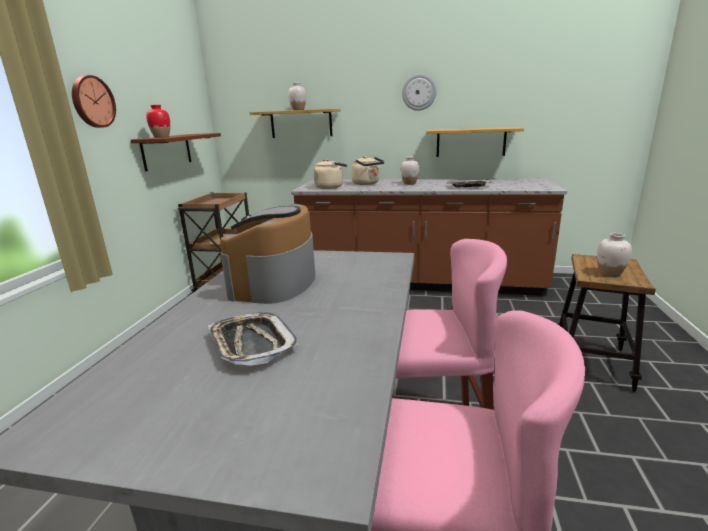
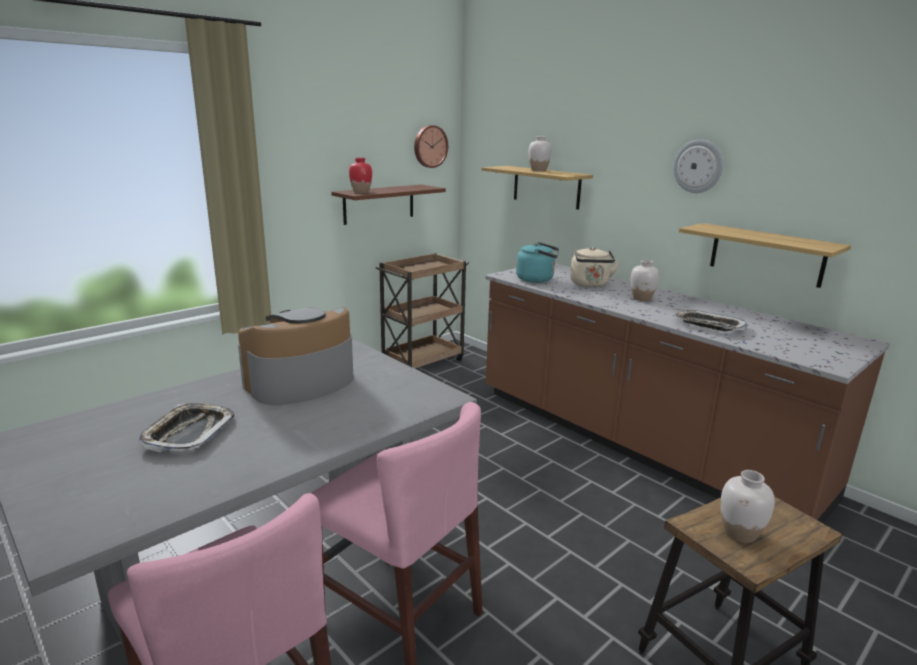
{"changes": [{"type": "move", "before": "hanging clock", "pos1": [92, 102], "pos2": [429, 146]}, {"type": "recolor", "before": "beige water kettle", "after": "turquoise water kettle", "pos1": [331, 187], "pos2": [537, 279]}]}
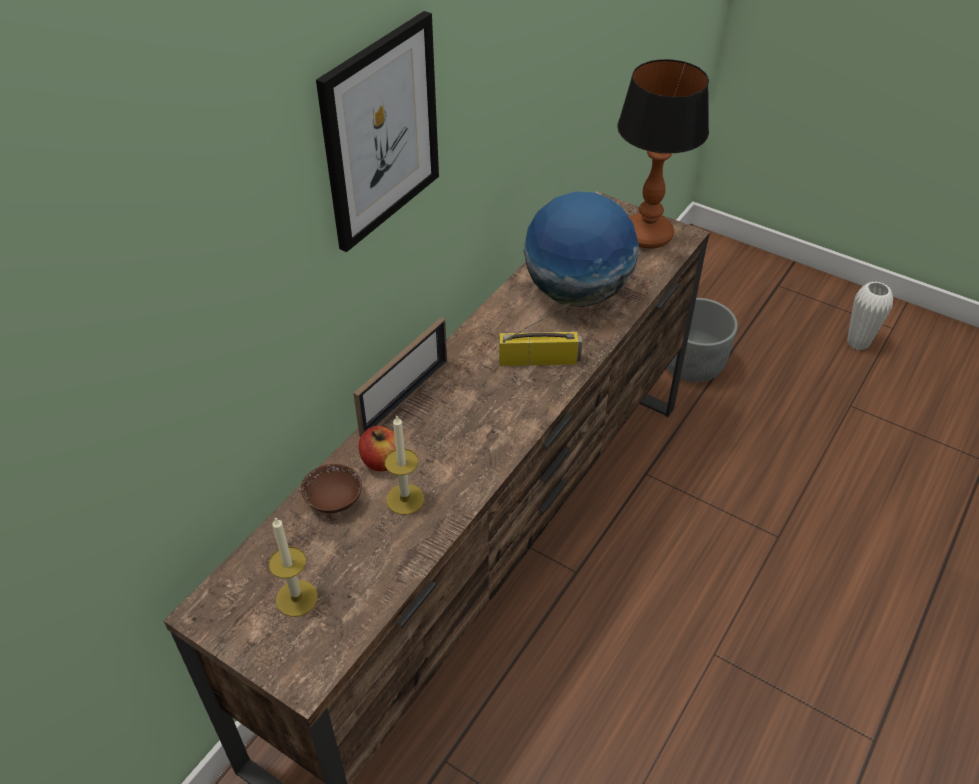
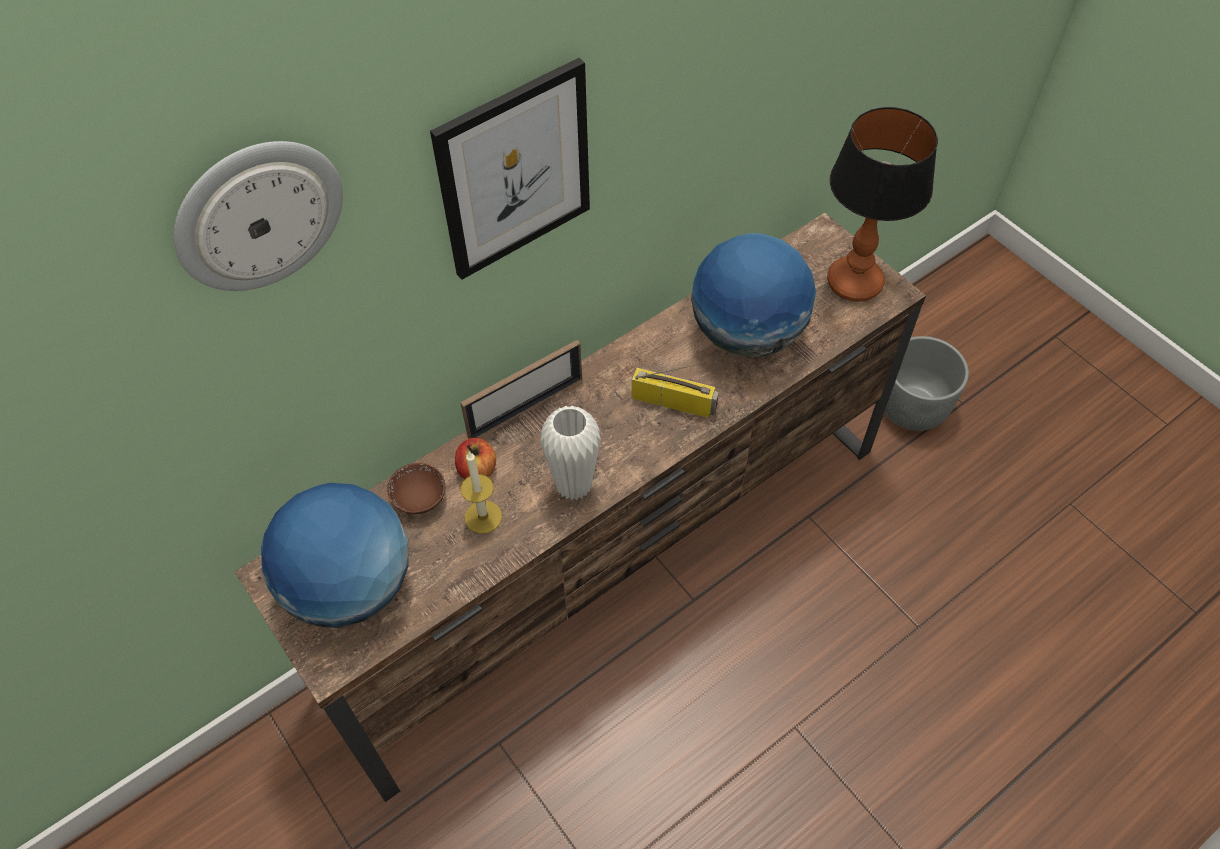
{"changes": [{"type": "move", "before": "white flower vase", "pos1": [858, 343], "pos2": [573, 485]}, {"type": "replace", "before": "candle", "after": "globe", "pos1": [296, 598], "pos2": [350, 586]}, {"type": "insert", "after": "hanging clock", "pos2": [258, 215]}]}
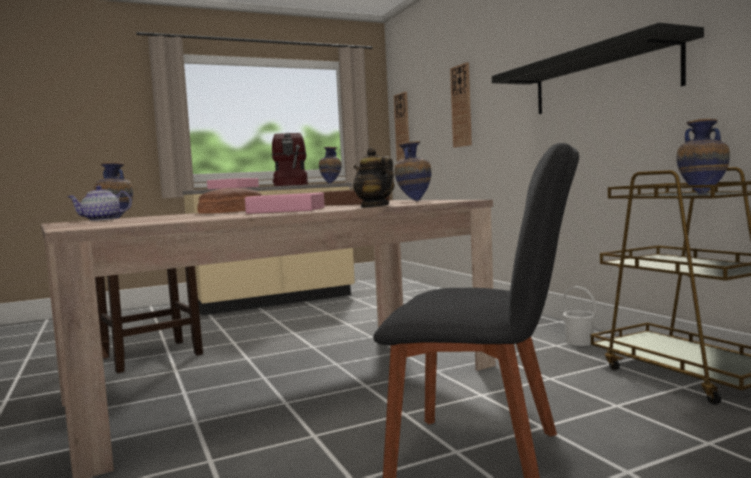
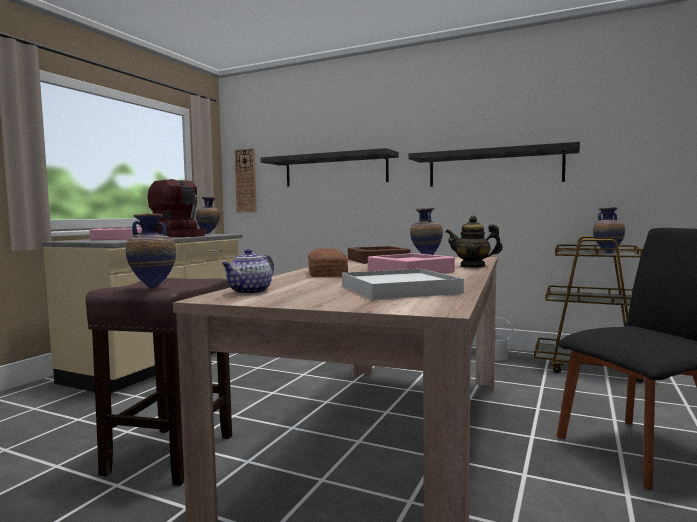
{"changes": [{"type": "replace", "before": "hanging clock", "after": "black-coloured wall shelf", "pos1": [461, 106], "pos2": [335, 170]}, {"type": "insert", "after": "white carrying tray", "pos2": [399, 289]}]}
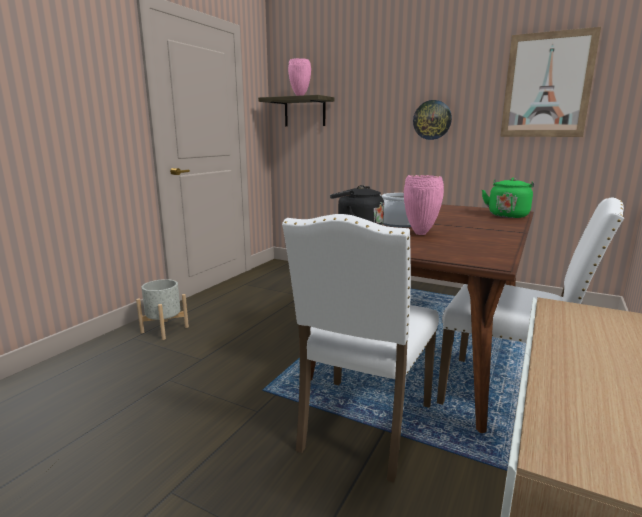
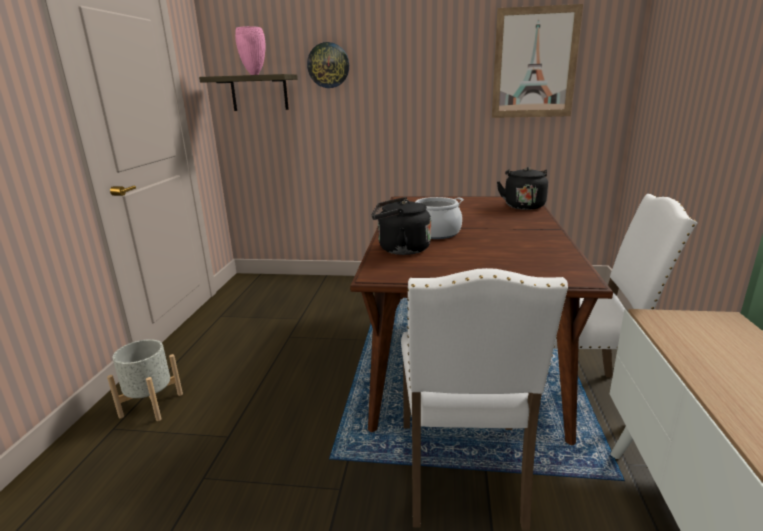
{"changes": [{"type": "move", "before": "hanging clock", "pos1": [432, 120], "pos2": [328, 65]}, {"type": "delete", "before": "pinkish flower vase", "pos1": [421, 234]}, {"type": "recolor", "before": "green water kettle", "after": "black-coloured water kettle", "pos1": [508, 215], "pos2": [523, 205]}]}
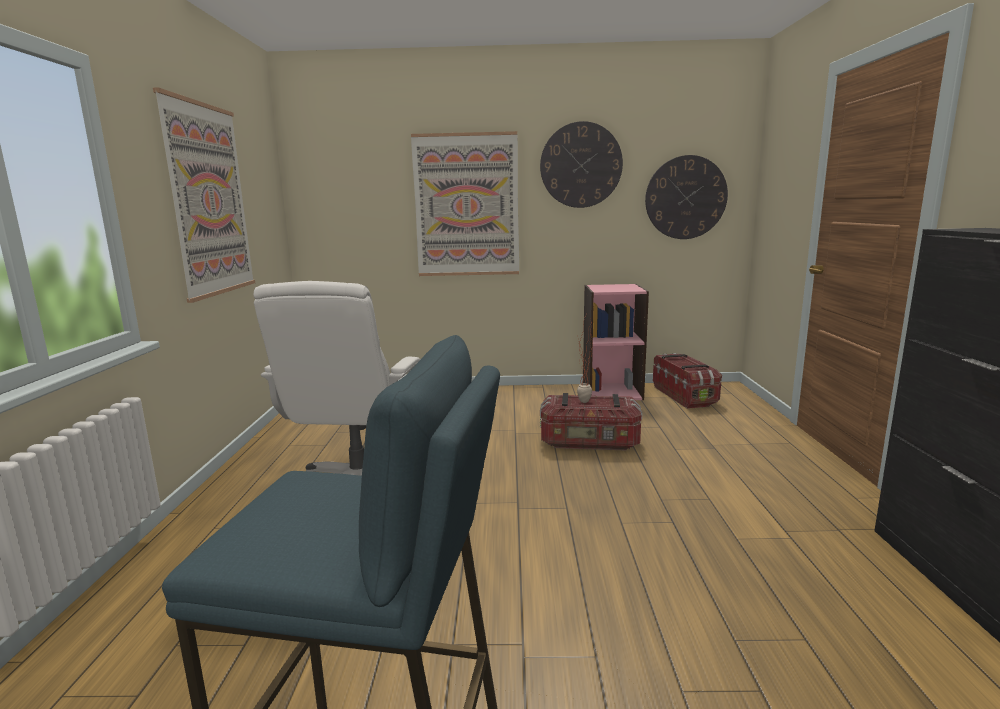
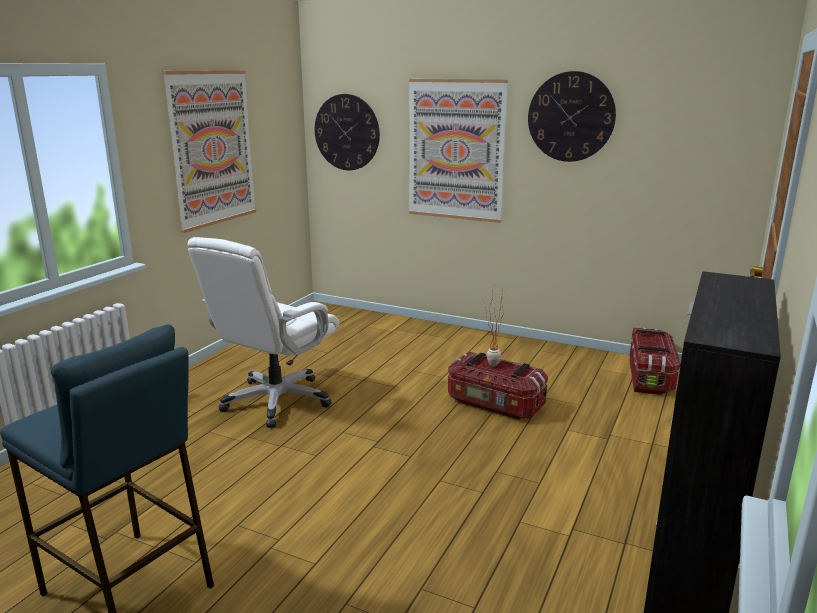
{"changes": [{"type": "move", "before": "hanging clock", "pos1": [685, 197], "pos2": [347, 132]}, {"type": "delete", "before": "pinkish bookshelf", "pos1": [612, 392]}]}
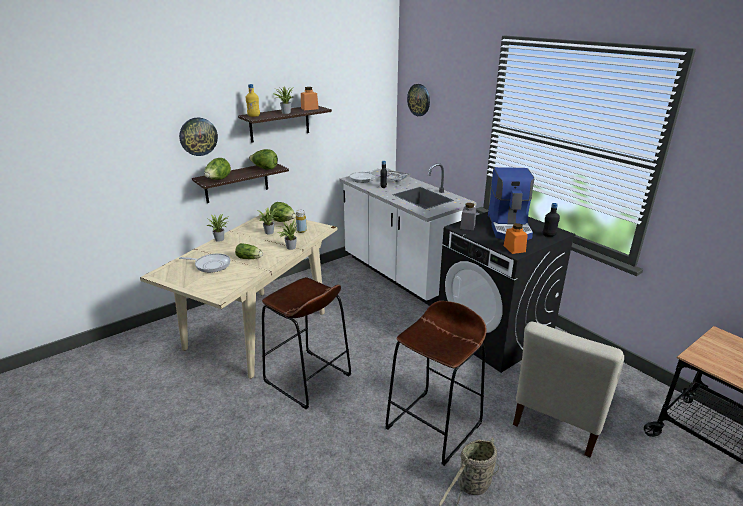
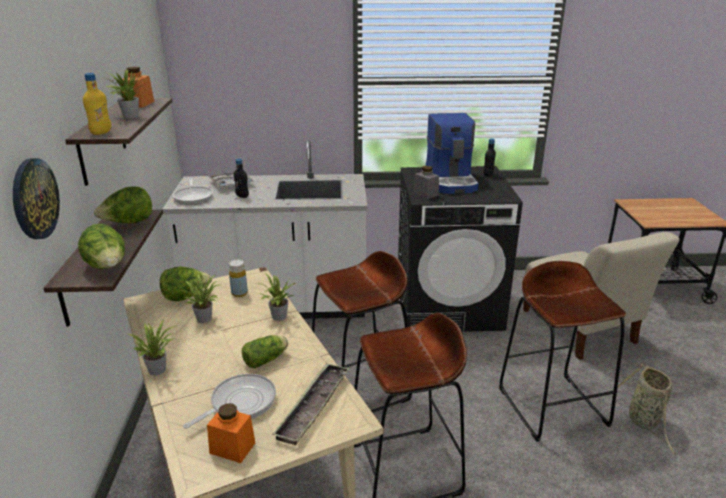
{"changes": [{"type": "delete", "before": "hanging clock", "pos1": [419, 100]}, {"type": "rotate", "before": "coffee machine", "pos1": [509, 227], "pos2": [451, 180], "turn": 45}, {"type": "move", "before": "orangey storage jar", "pos1": [514, 249], "pos2": [232, 448]}, {"type": "insert", "after": "brown stool", "pos2": [359, 388]}, {"type": "insert", "after": "carrying tray", "pos2": [313, 406]}]}
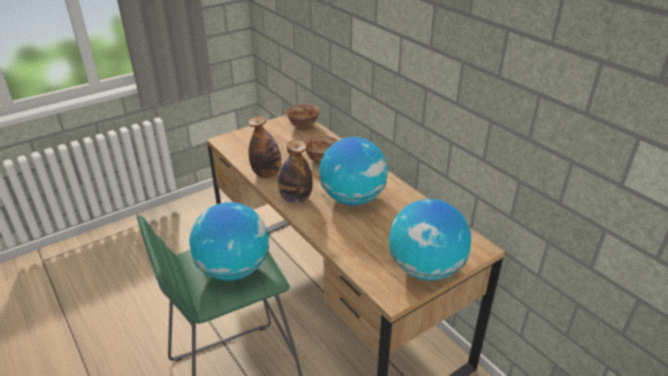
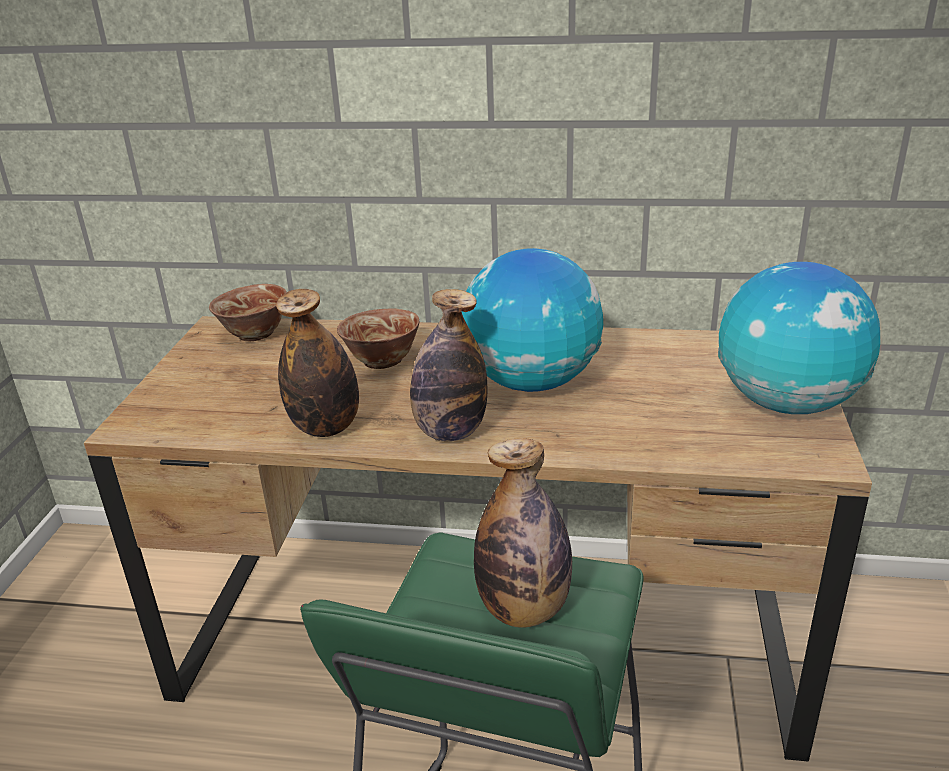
{"changes": [{"type": "replace", "before": "globe", "after": "drink bottle", "pos1": [233, 269], "pos2": [524, 609]}]}
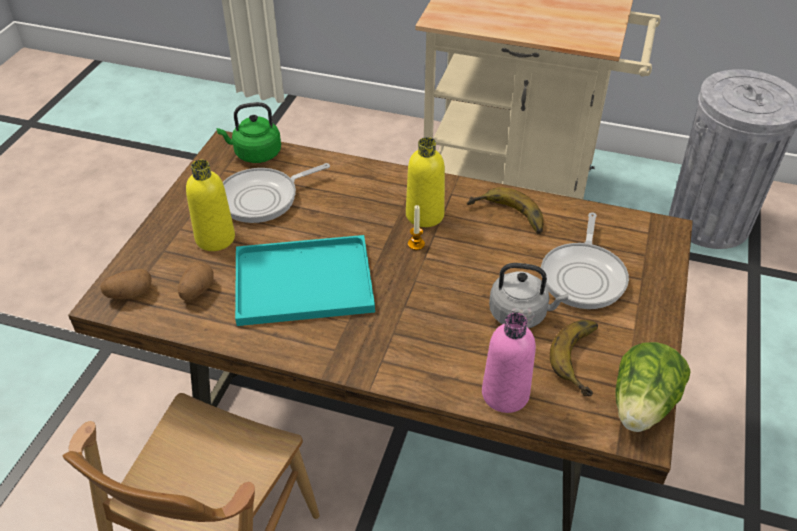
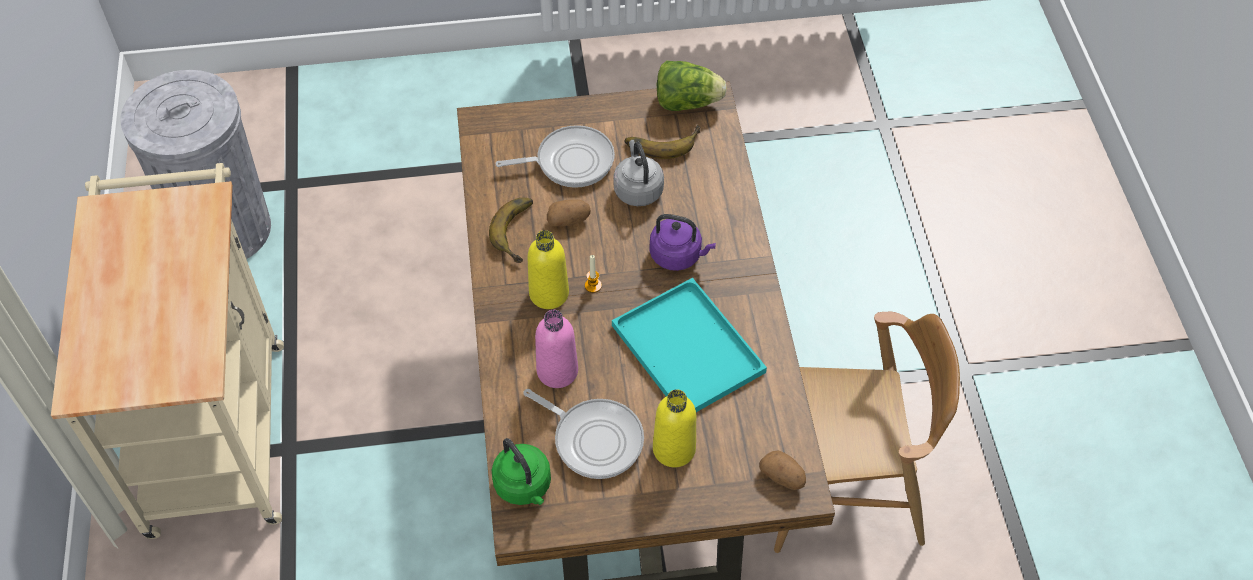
{"changes": [{"type": "move", "before": "spud", "pos1": [196, 290], "pos2": [568, 220]}, {"type": "move", "before": "pinkish drink bottle", "pos1": [505, 394], "pos2": [557, 371]}, {"type": "insert", "after": "purple water kettle", "pos2": [678, 255]}]}
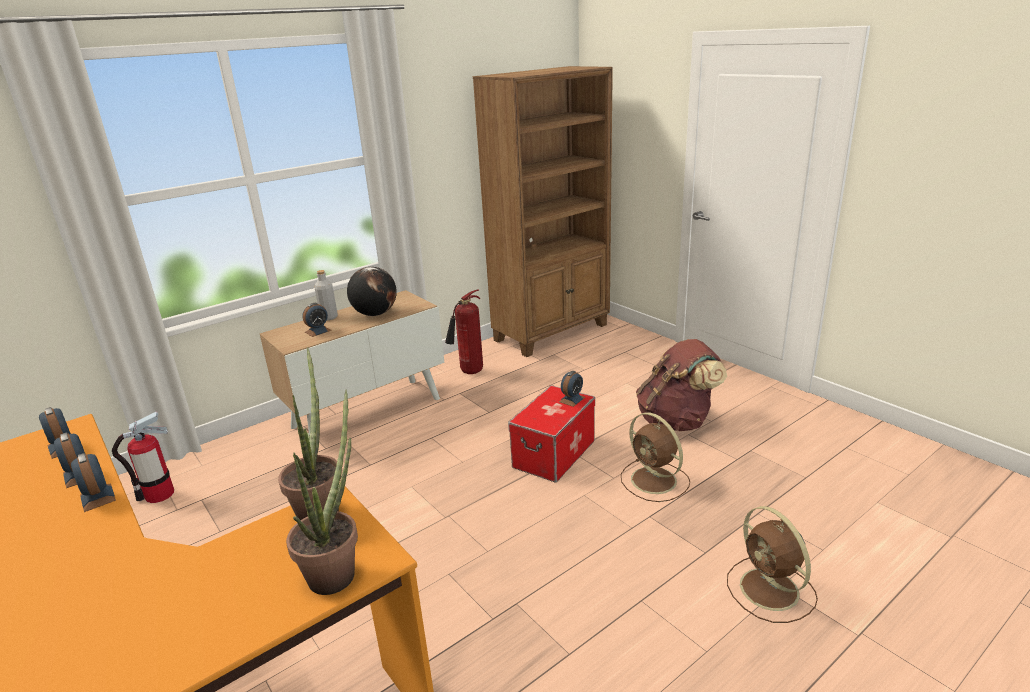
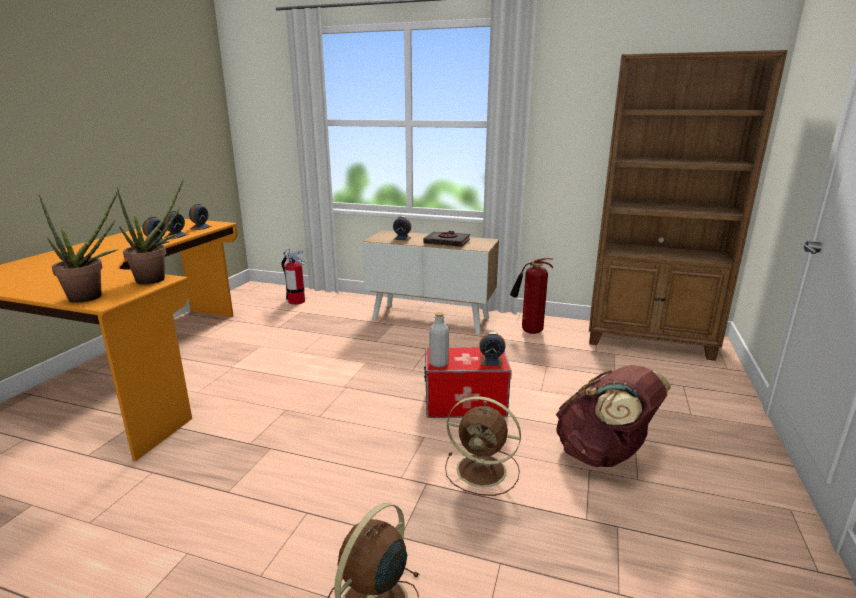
{"changes": [{"type": "replace", "before": "globe", "after": "black-coloured book", "pos1": [375, 314], "pos2": [447, 242]}, {"type": "move", "before": "grey drink bottle", "pos1": [329, 317], "pos2": [438, 363]}, {"type": "rotate", "before": "brown fan", "pos1": [655, 481], "pos2": [483, 471], "turn": -90}]}
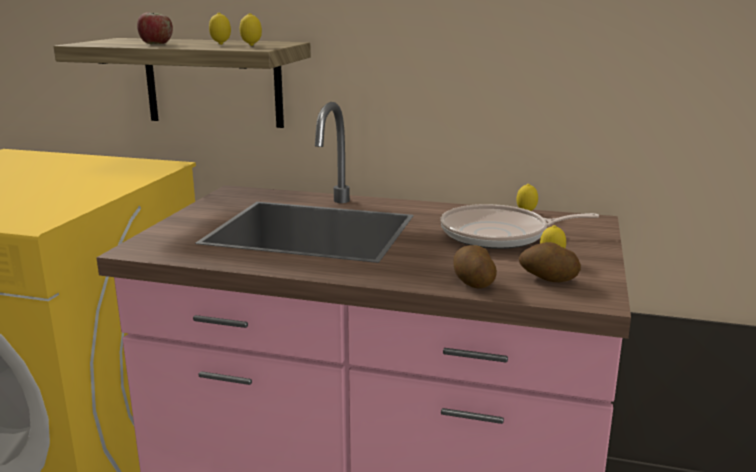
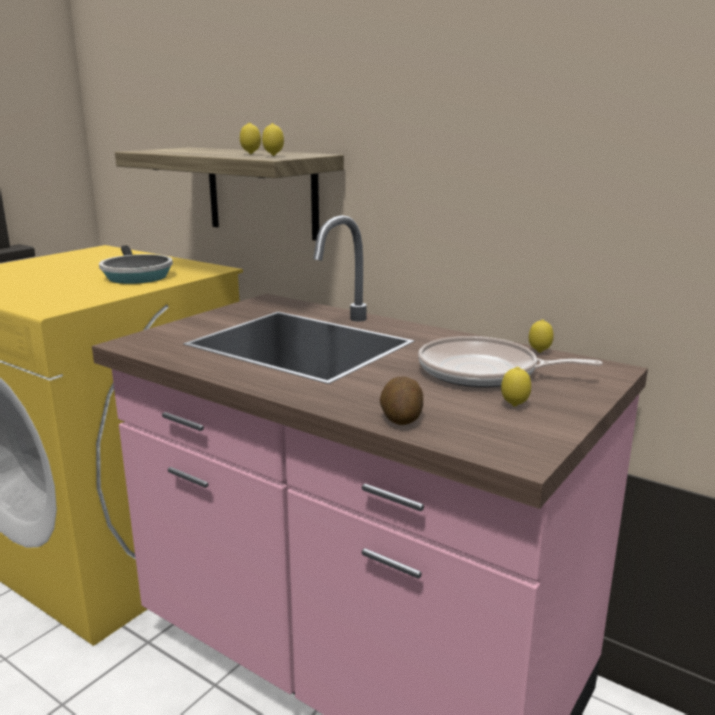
{"changes": [{"type": "delete", "before": "whole apple", "pos1": [157, 44]}, {"type": "delete", "before": "spud", "pos1": [547, 279]}, {"type": "insert", "after": "frying pan", "pos2": [135, 275]}]}
